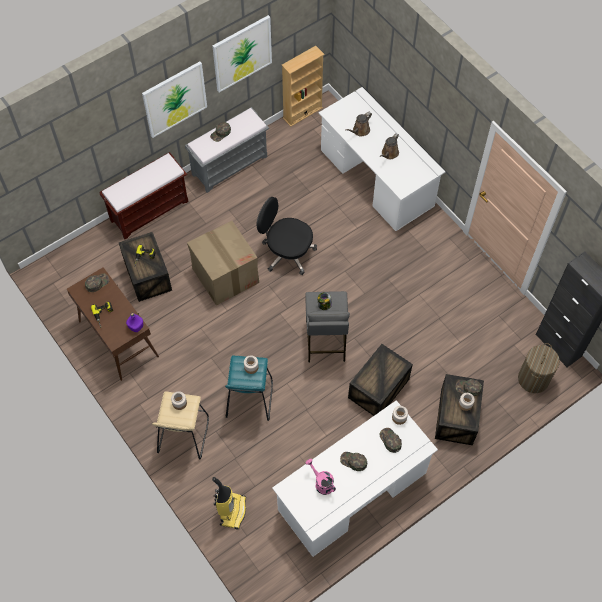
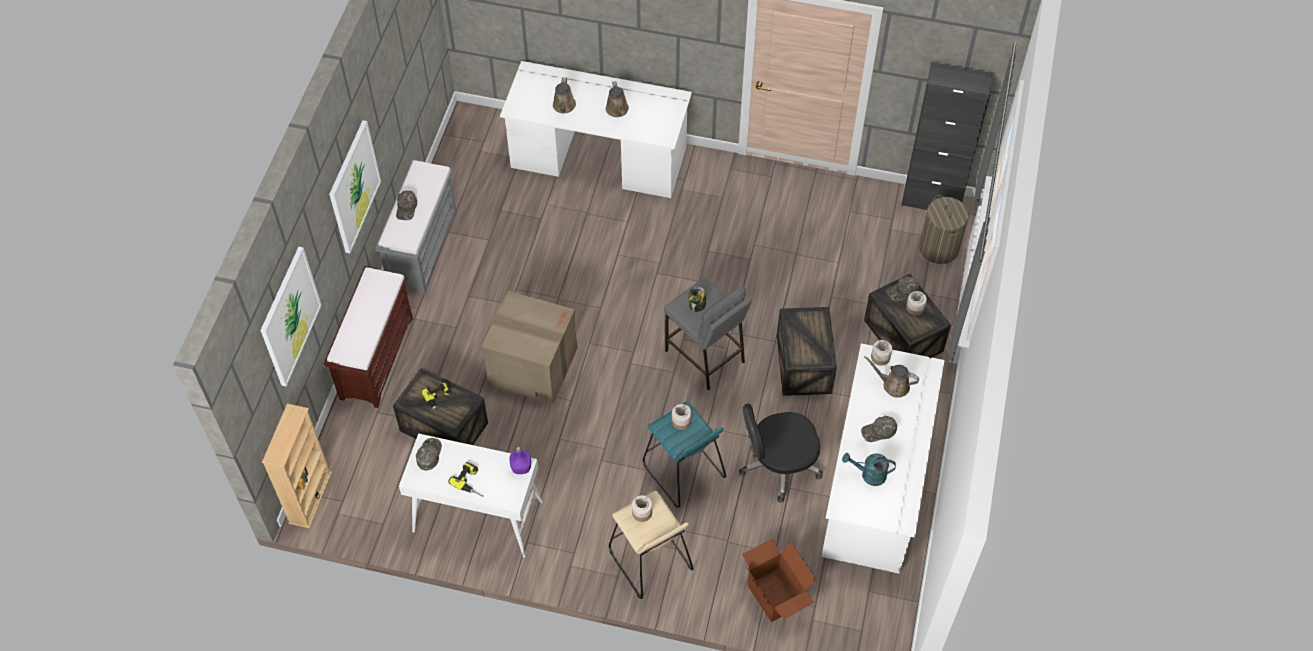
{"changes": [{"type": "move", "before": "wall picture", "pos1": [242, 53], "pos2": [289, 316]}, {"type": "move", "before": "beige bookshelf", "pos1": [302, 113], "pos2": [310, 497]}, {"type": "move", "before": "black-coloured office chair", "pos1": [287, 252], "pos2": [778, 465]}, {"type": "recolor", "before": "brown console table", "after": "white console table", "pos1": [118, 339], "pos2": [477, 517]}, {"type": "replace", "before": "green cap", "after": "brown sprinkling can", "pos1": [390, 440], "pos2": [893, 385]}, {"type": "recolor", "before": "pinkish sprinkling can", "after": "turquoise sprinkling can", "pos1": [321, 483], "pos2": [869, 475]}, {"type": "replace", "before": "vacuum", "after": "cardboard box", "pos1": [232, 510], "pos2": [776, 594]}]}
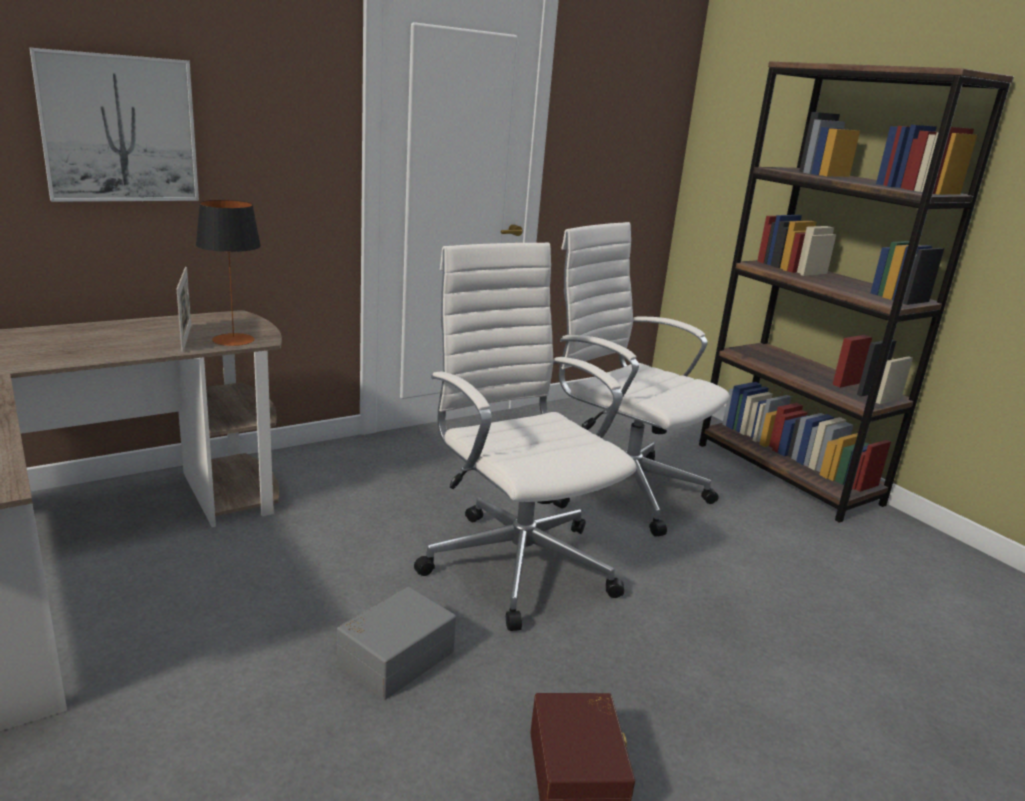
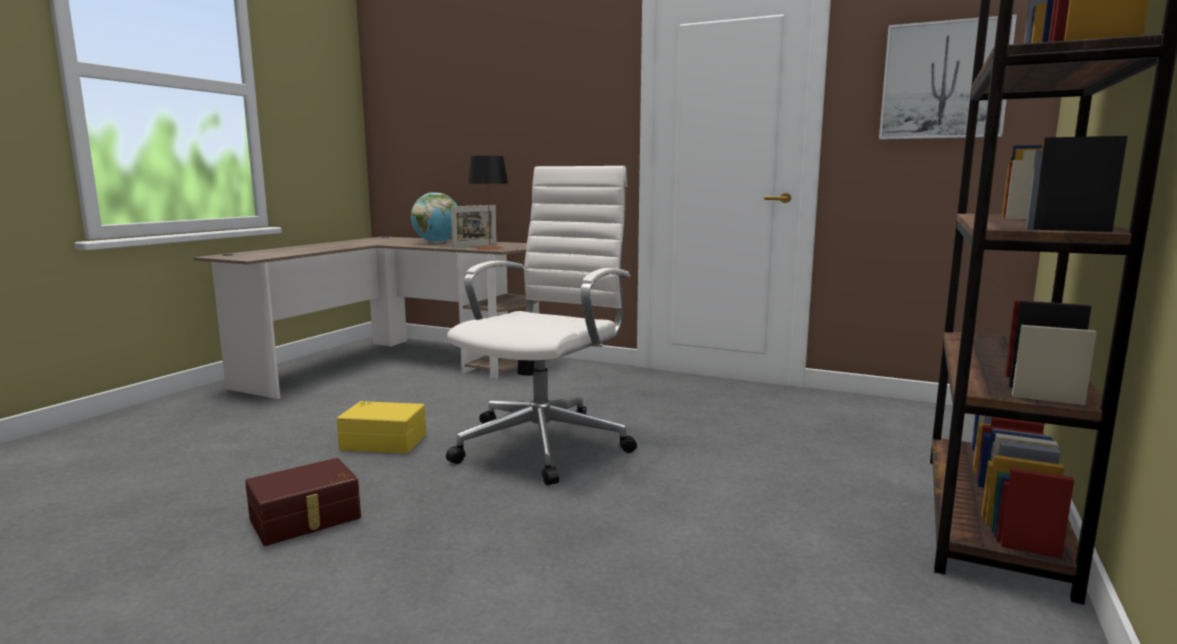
{"changes": [{"type": "move", "before": "wall picture", "pos1": [119, 129], "pos2": [944, 80]}, {"type": "delete", "before": "white office chair", "pos1": [622, 488]}, {"type": "recolor", "before": "grey storage box", "after": "yellow-coloured storage box", "pos1": [394, 656], "pos2": [384, 441]}, {"type": "insert", "after": "globe", "pos2": [437, 242]}]}
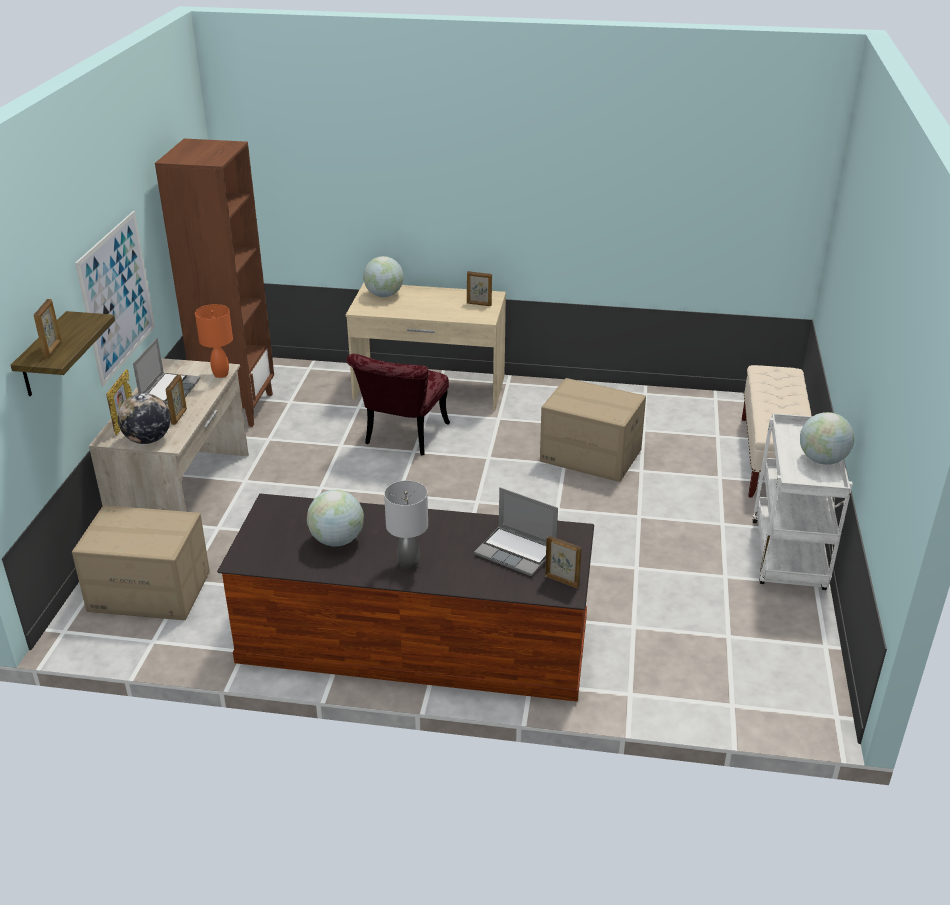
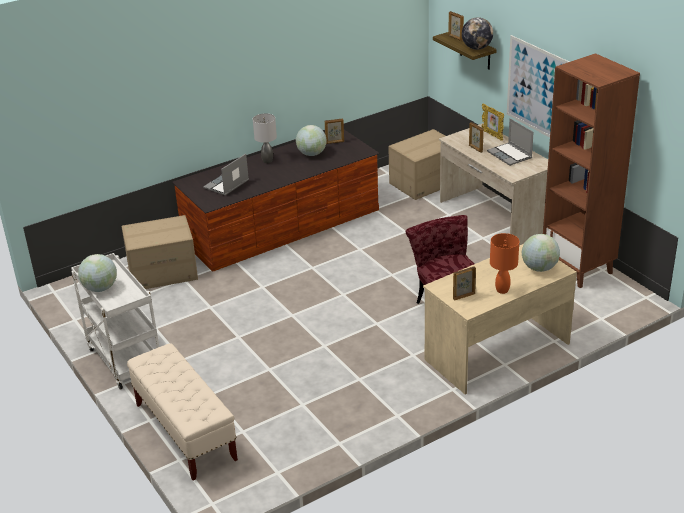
{"changes": [{"type": "move", "before": "orangey tabletop lamp", "pos1": [221, 374], "pos2": [502, 290]}, {"type": "move", "before": "cardboard box", "pos1": [590, 456], "pos2": [162, 272]}, {"type": "move", "before": "globe", "pos1": [148, 440], "pos2": [476, 48]}, {"type": "rotate", "before": "notebook computer", "pos1": [517, 552], "pos2": [226, 185], "turn": -45}, {"type": "move", "before": "picture frame", "pos1": [562, 580], "pos2": [335, 142]}]}
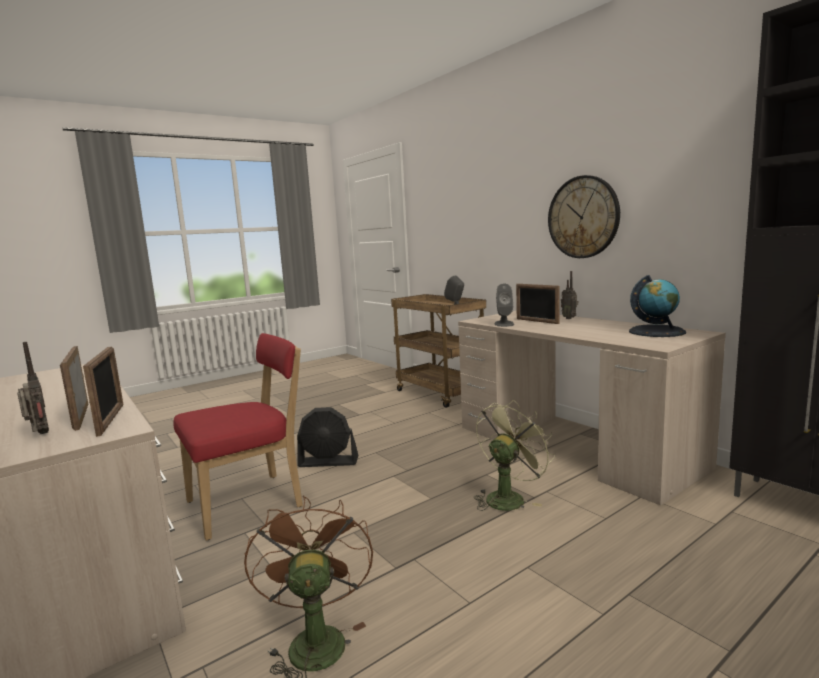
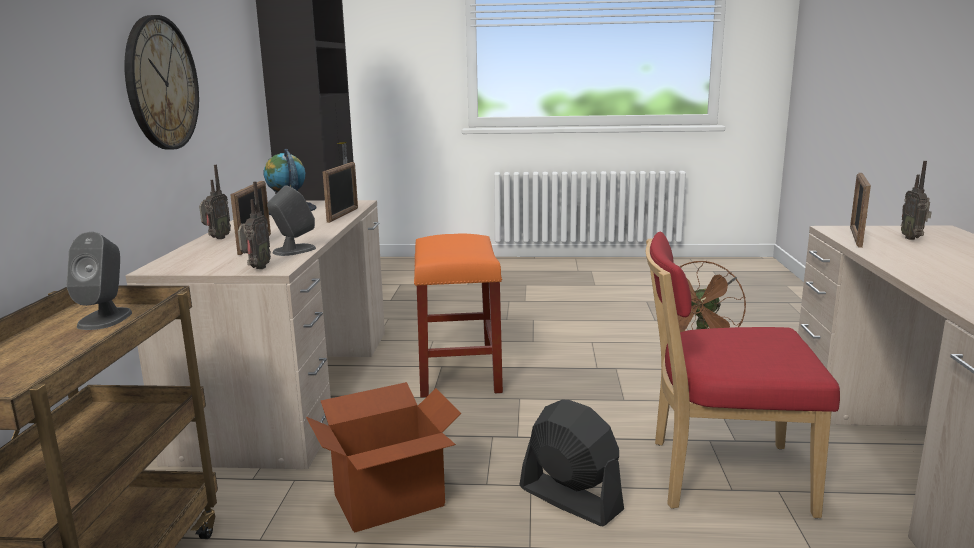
{"changes": [{"type": "move", "before": "picture frame", "pos1": [81, 416], "pos2": [343, 215]}, {"type": "replace", "before": "green fan", "after": "orangey stool", "pos1": [508, 497], "pos2": [459, 373]}, {"type": "insert", "after": "radio", "pos2": [256, 268]}, {"type": "insert", "after": "cardboard box", "pos2": [390, 501]}]}
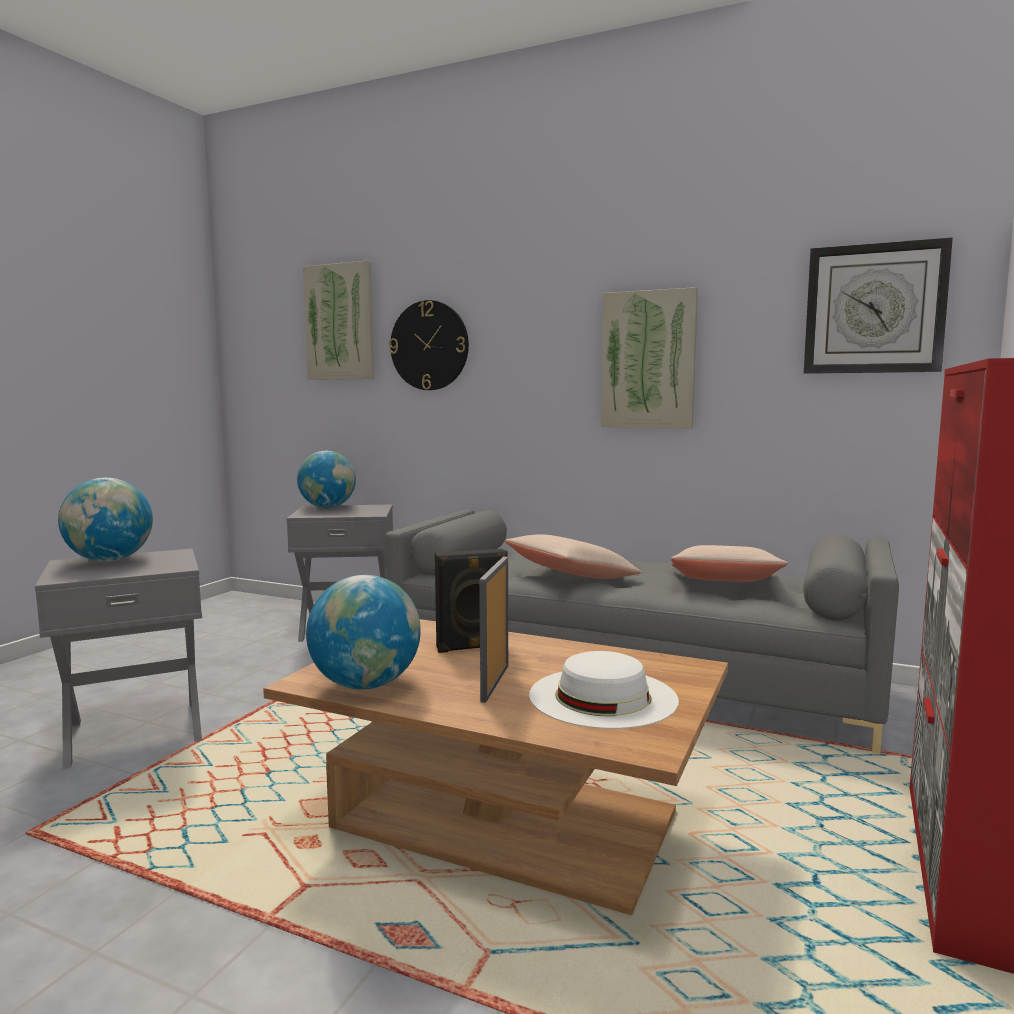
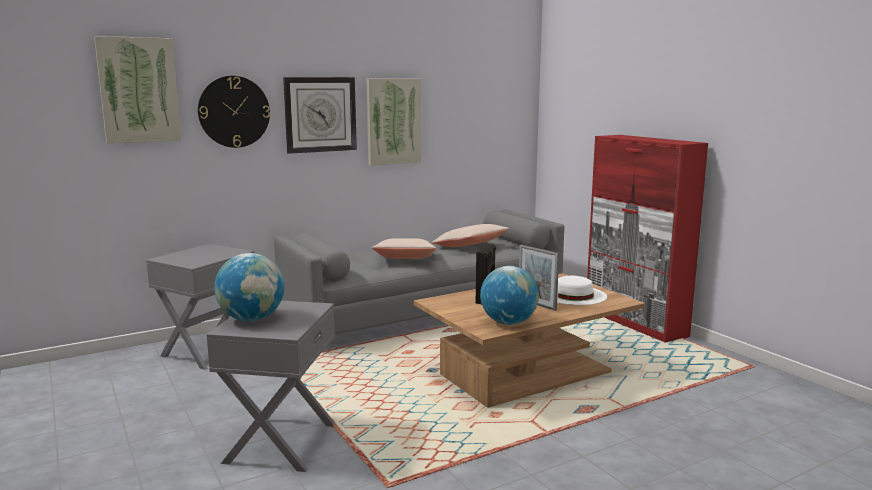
{"changes": [{"type": "move", "before": "hanging clock", "pos1": [874, 309], "pos2": [320, 114]}, {"type": "delete", "before": "globe", "pos1": [327, 507]}]}
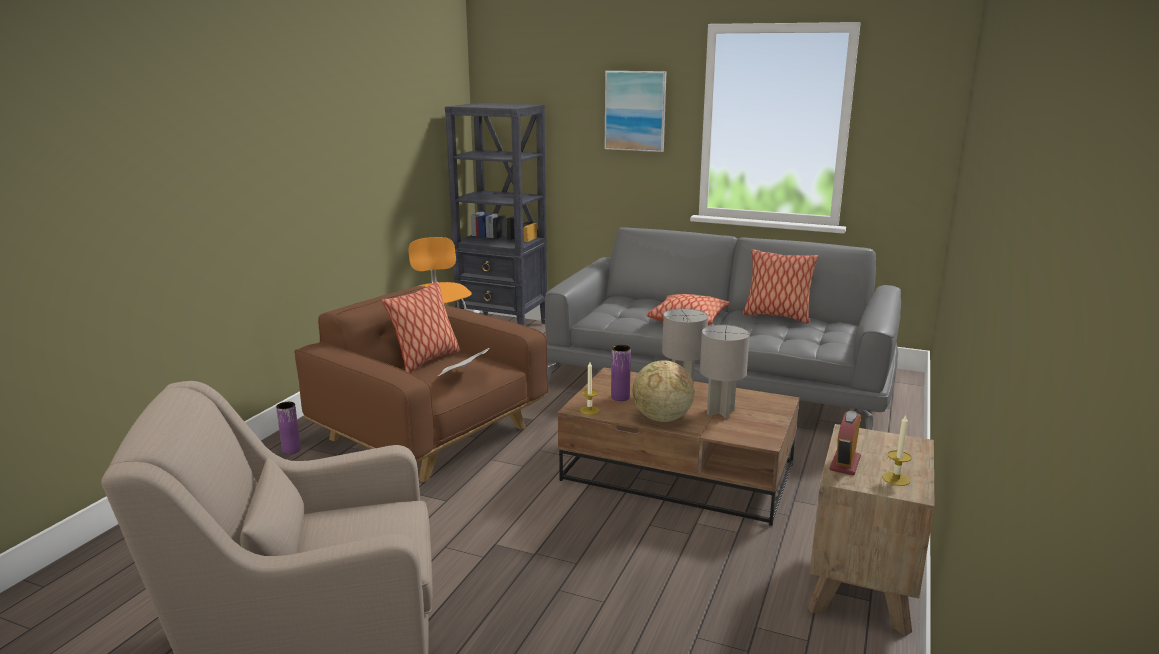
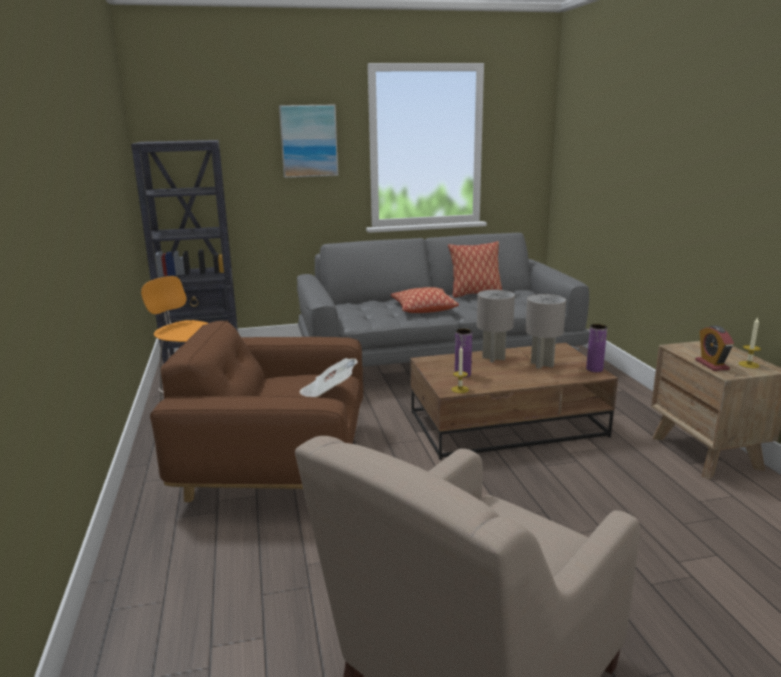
{"changes": [{"type": "delete", "before": "throw pillow", "pos1": [426, 360]}, {"type": "delete", "before": "globe", "pos1": [661, 419]}, {"type": "move", "before": "purple flower vase", "pos1": [291, 450], "pos2": [594, 369]}]}
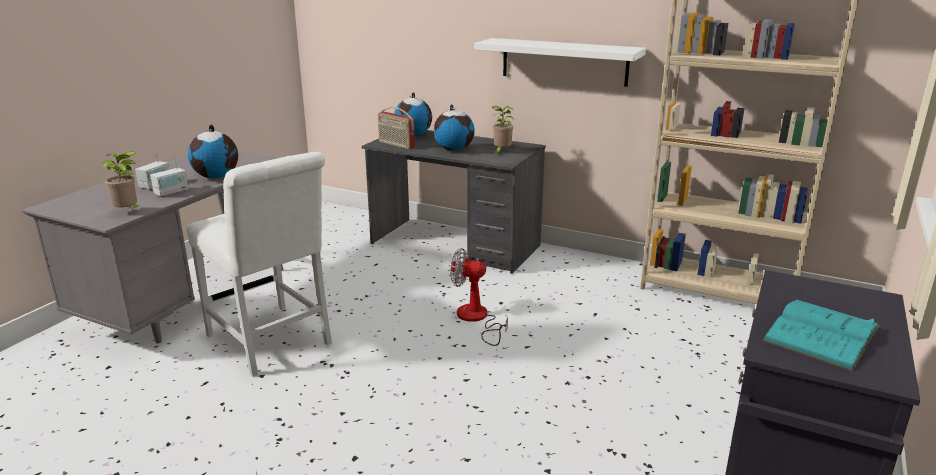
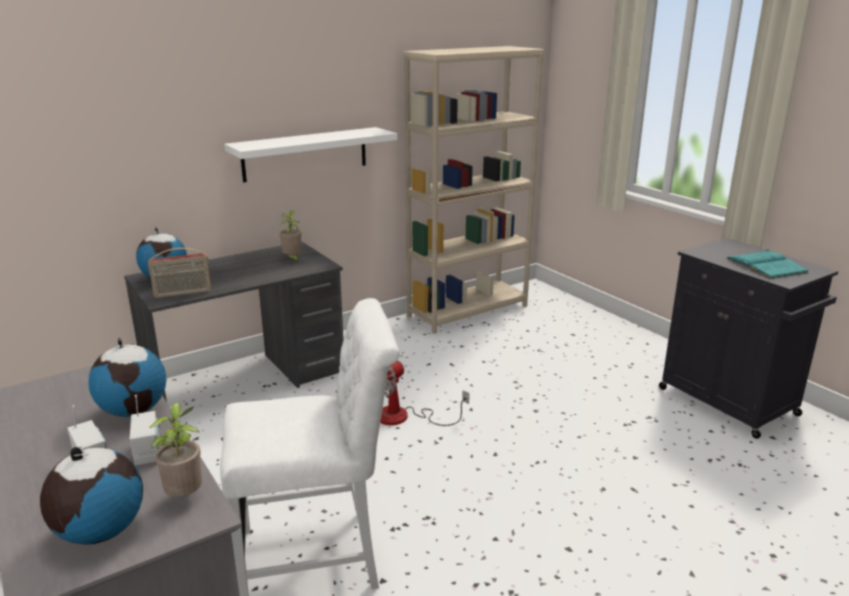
{"changes": [{"type": "move", "before": "globe", "pos1": [454, 150], "pos2": [100, 531]}]}
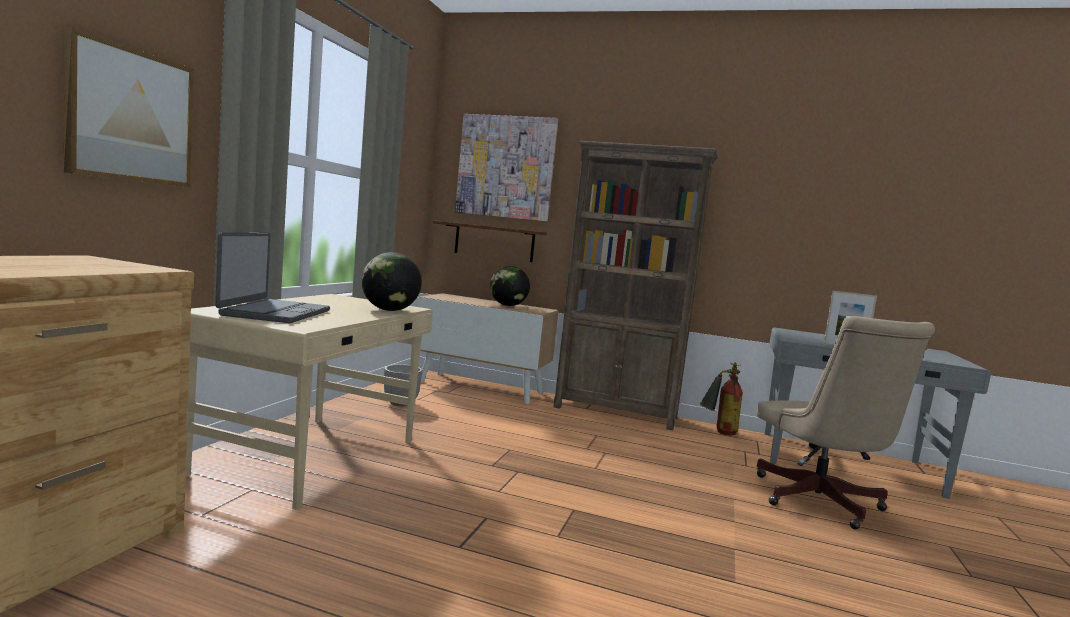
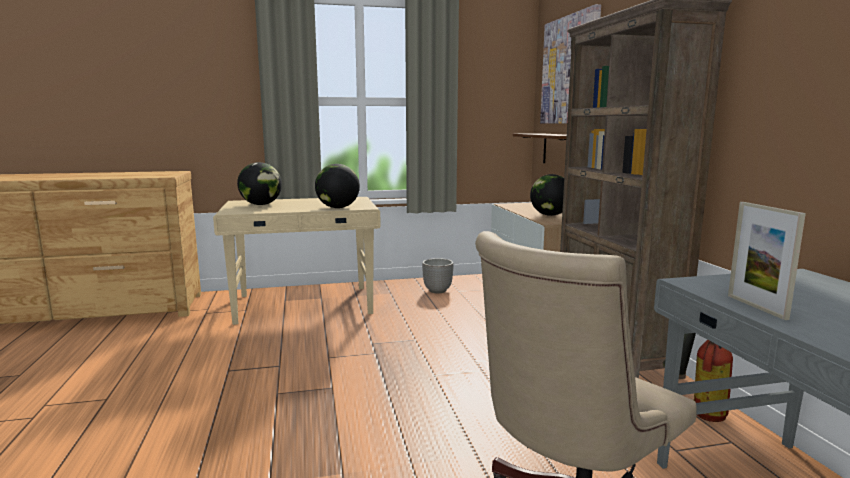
{"changes": [{"type": "delete", "before": "wall picture", "pos1": [130, 116]}, {"type": "replace", "before": "notebook computer", "after": "globe", "pos1": [275, 313], "pos2": [261, 204]}]}
